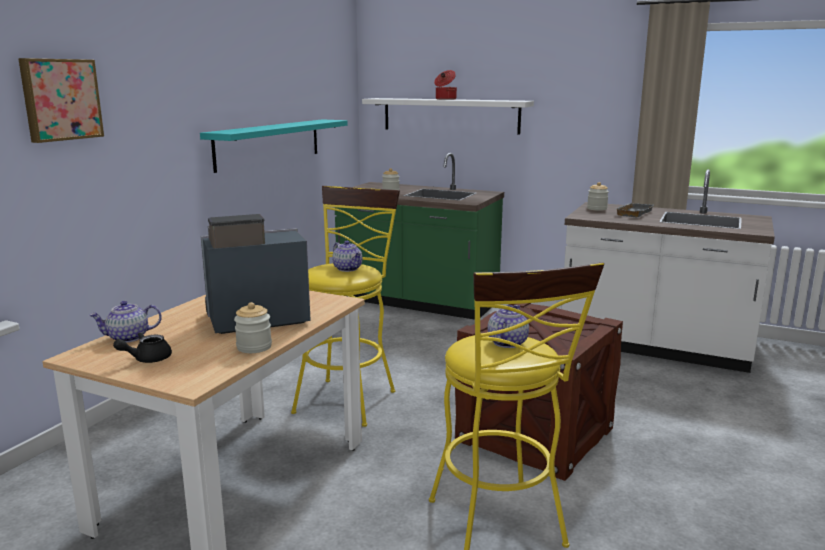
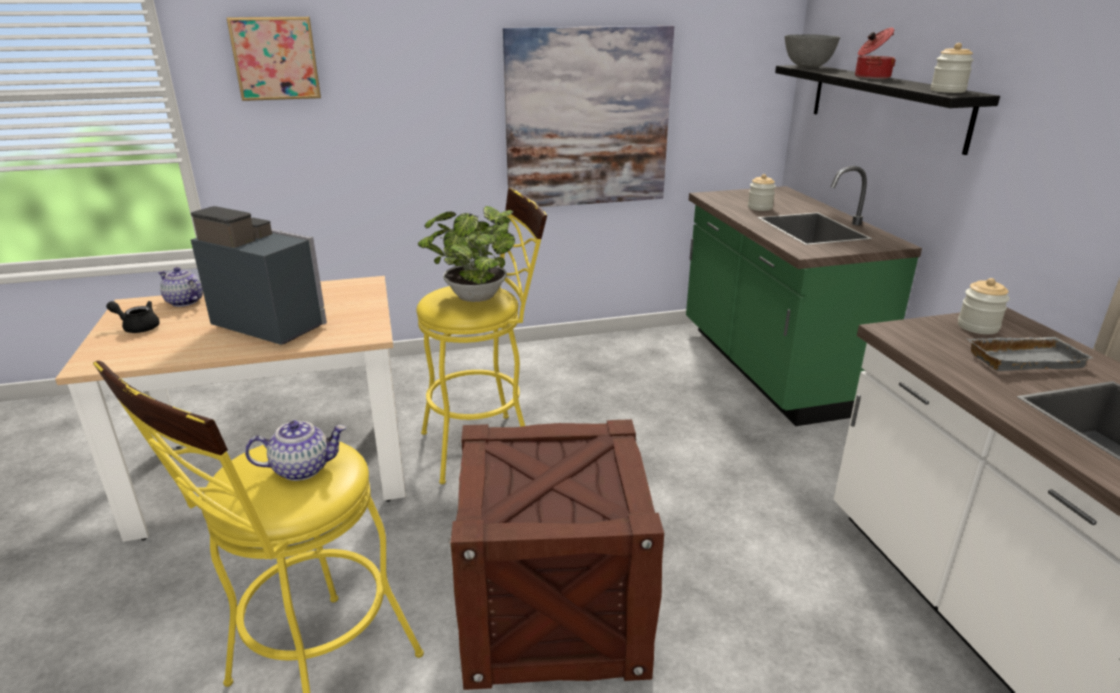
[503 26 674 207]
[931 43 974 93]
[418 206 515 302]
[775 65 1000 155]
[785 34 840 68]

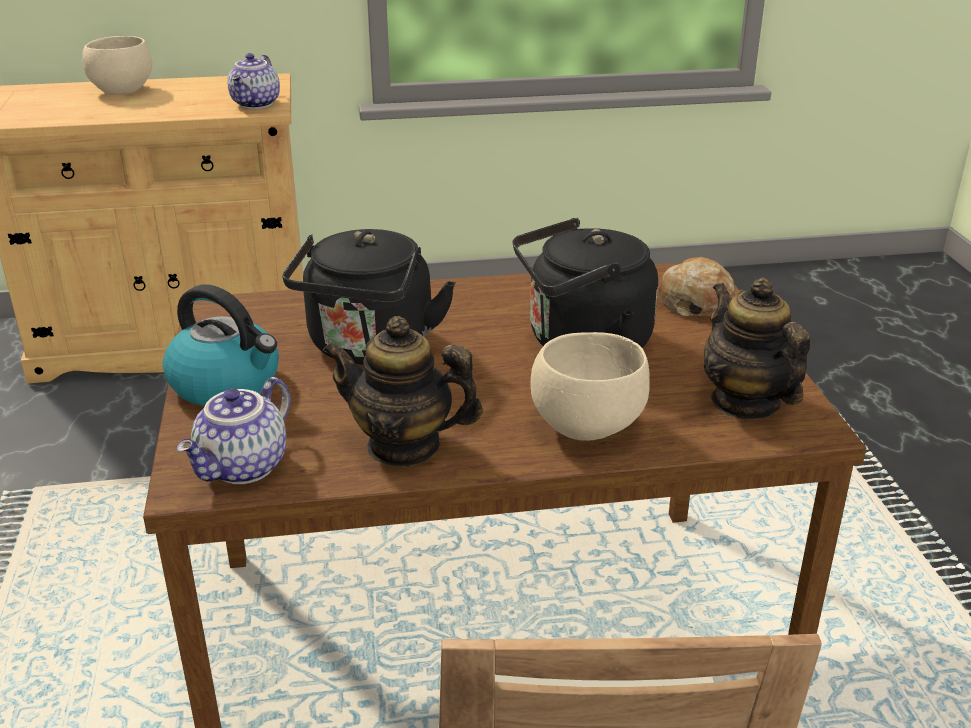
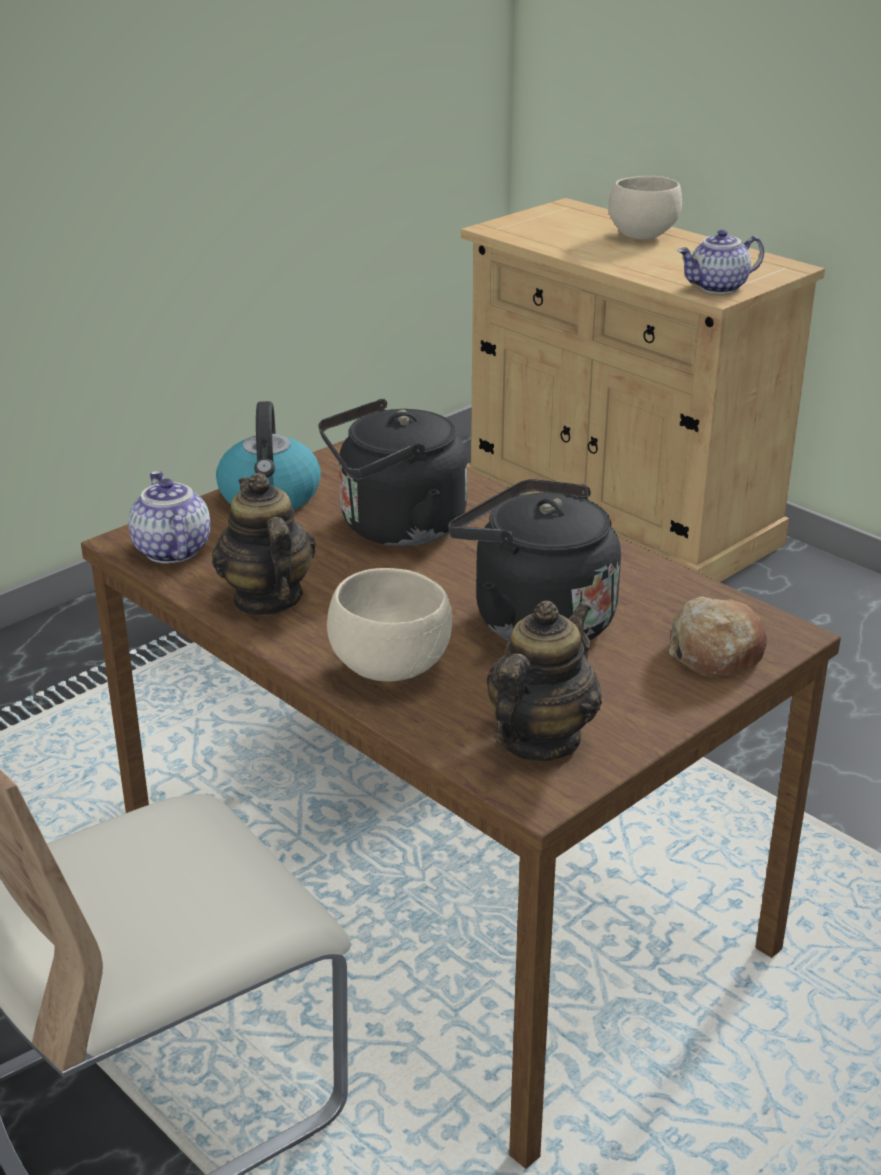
[128 471 211 564]

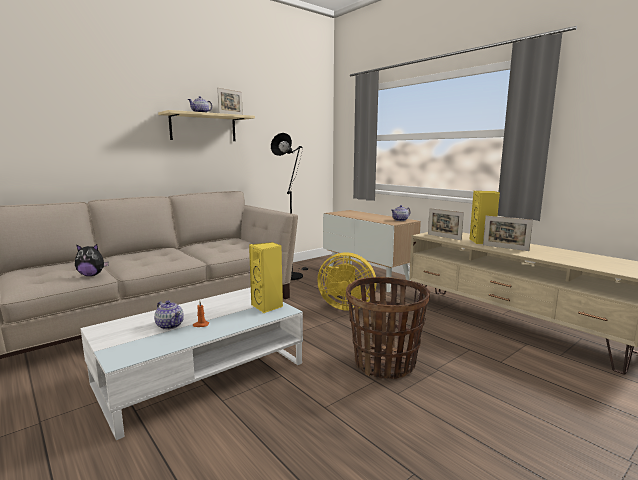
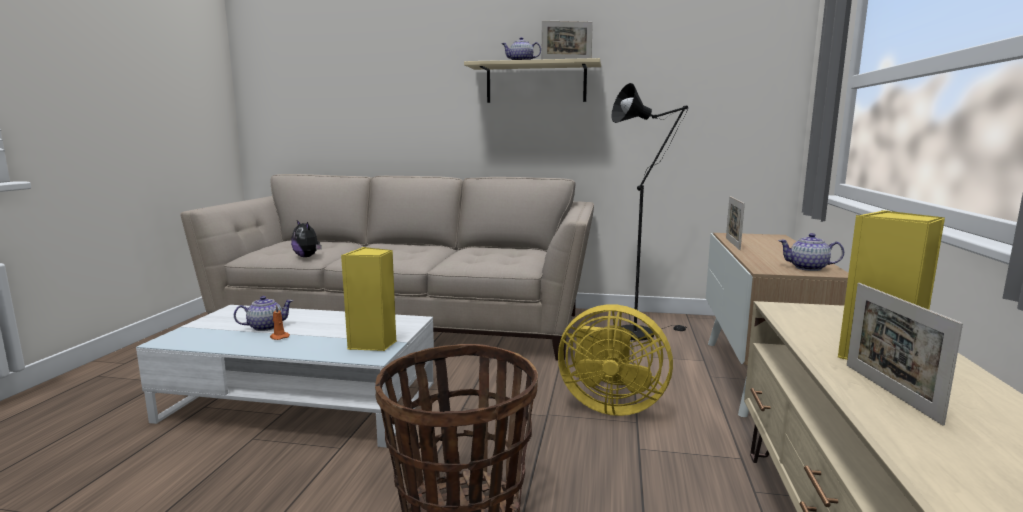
[234 296 293 331]
[558 304 673 416]
[726 196 745 250]

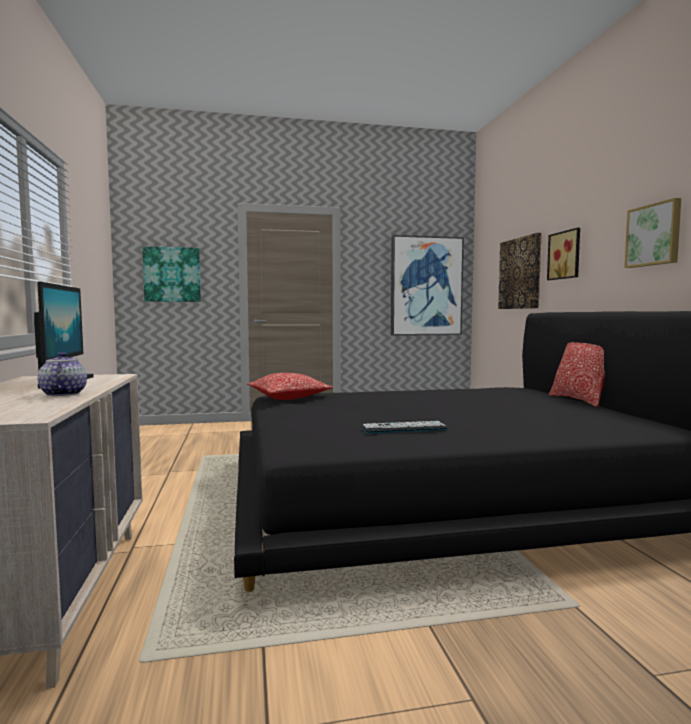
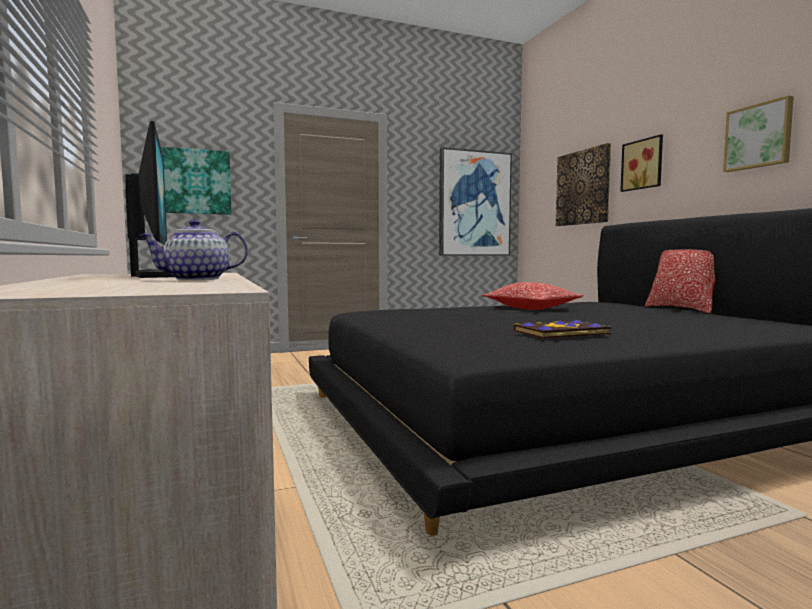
[139 219 248 280]
[482 282 584 310]
[513 320 611 339]

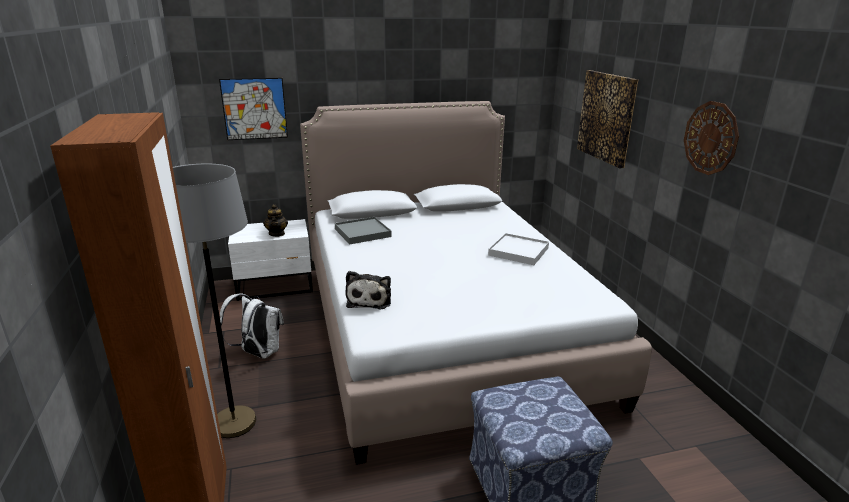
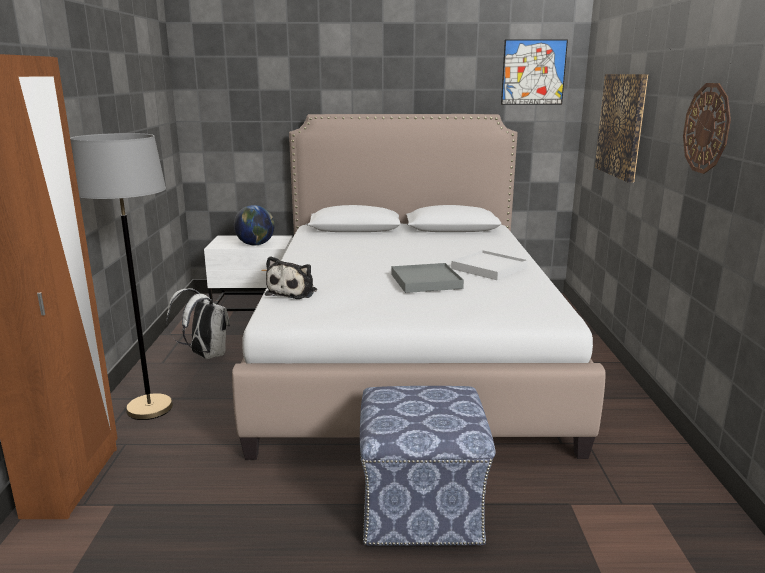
[501 39 568 105]
[234 205 275 245]
[391 263 464 293]

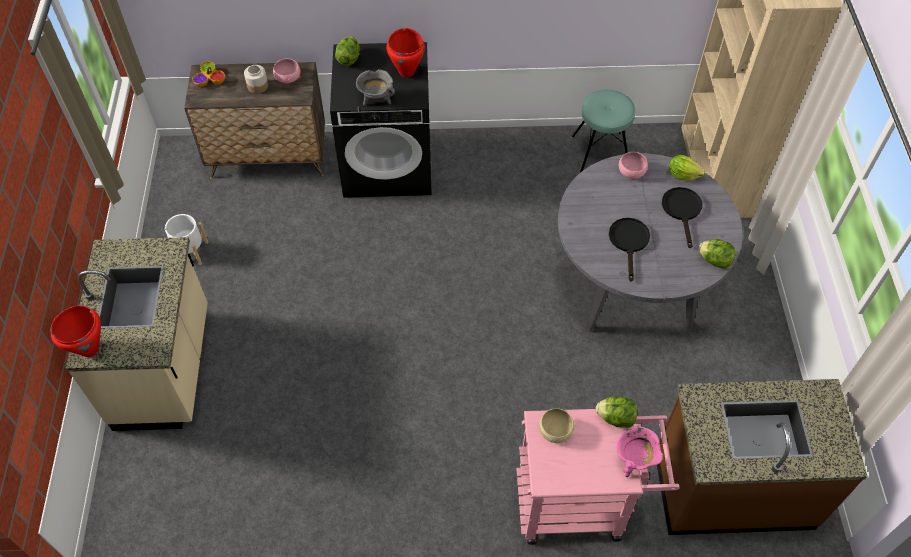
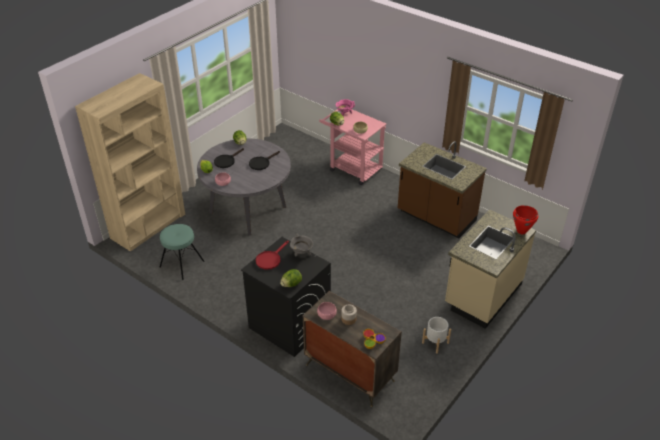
[256 241 289 270]
[398 141 487 238]

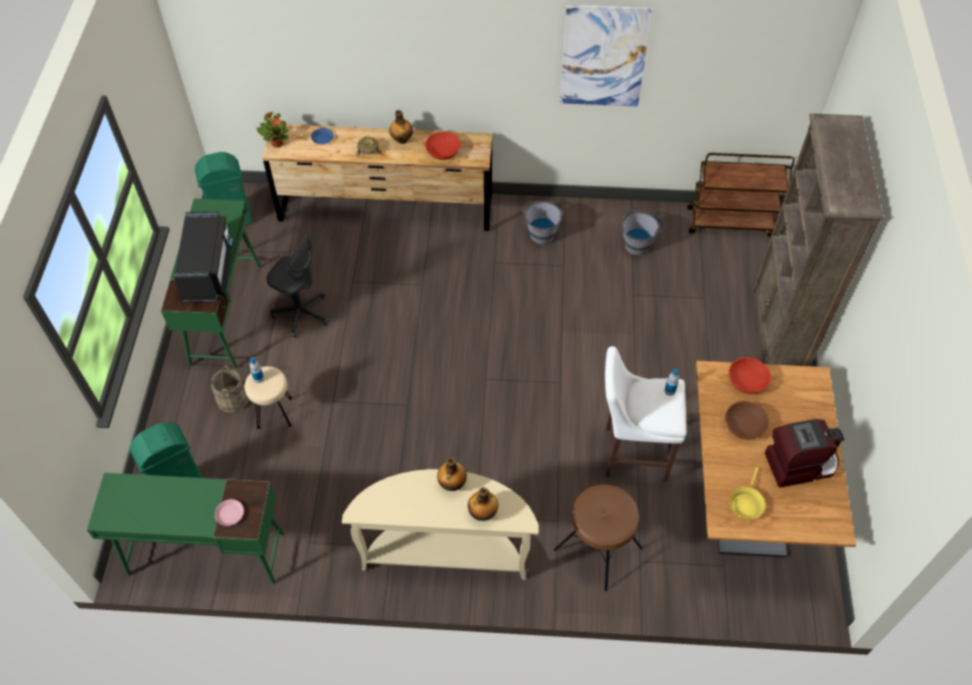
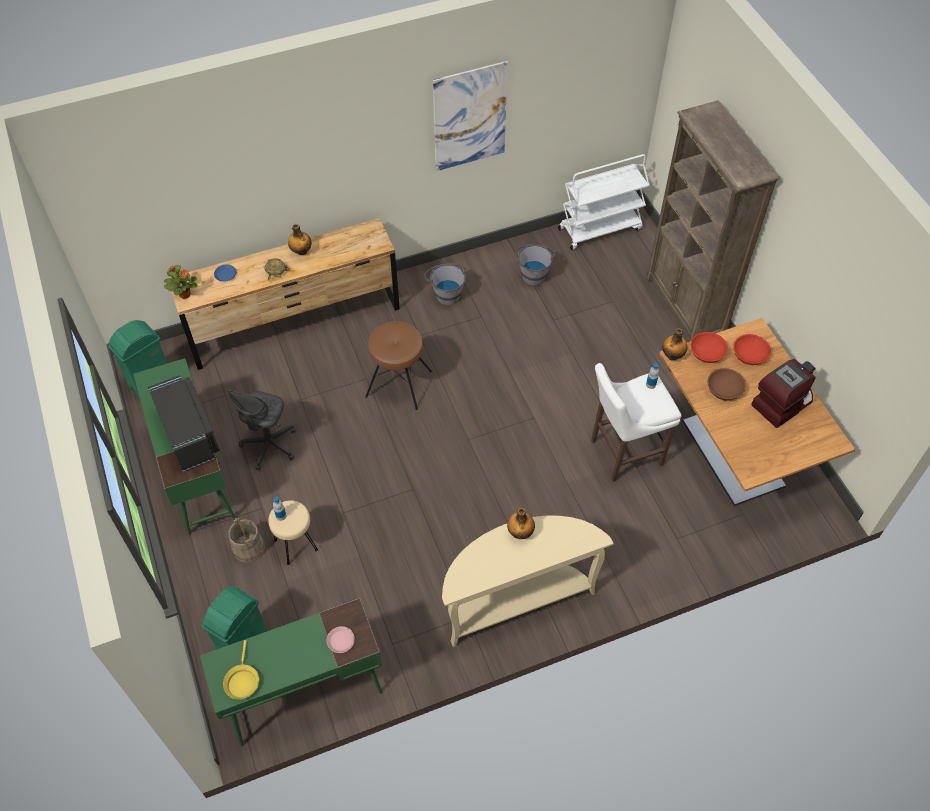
[227 389 296 471]
[733 334 771 365]
[662 328 688 361]
[365 321 432 410]
[558 154 650 250]
[223 640 259 699]

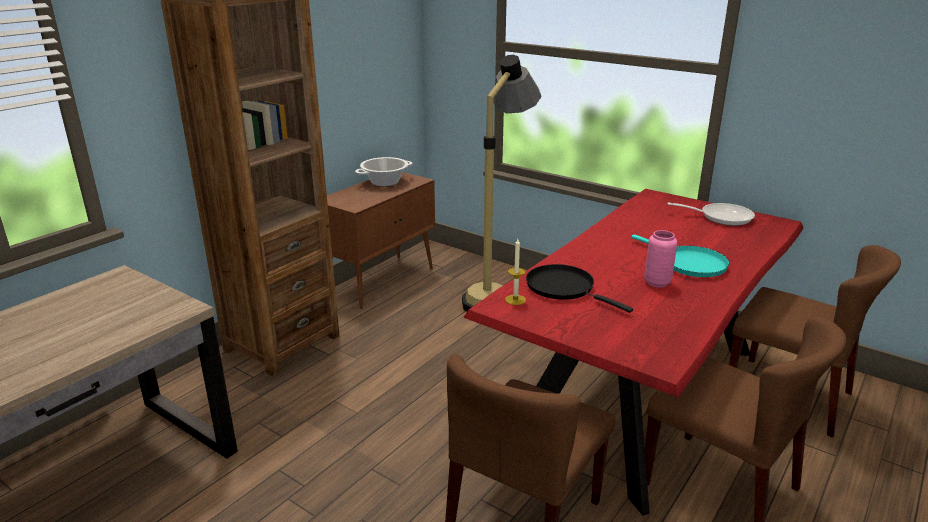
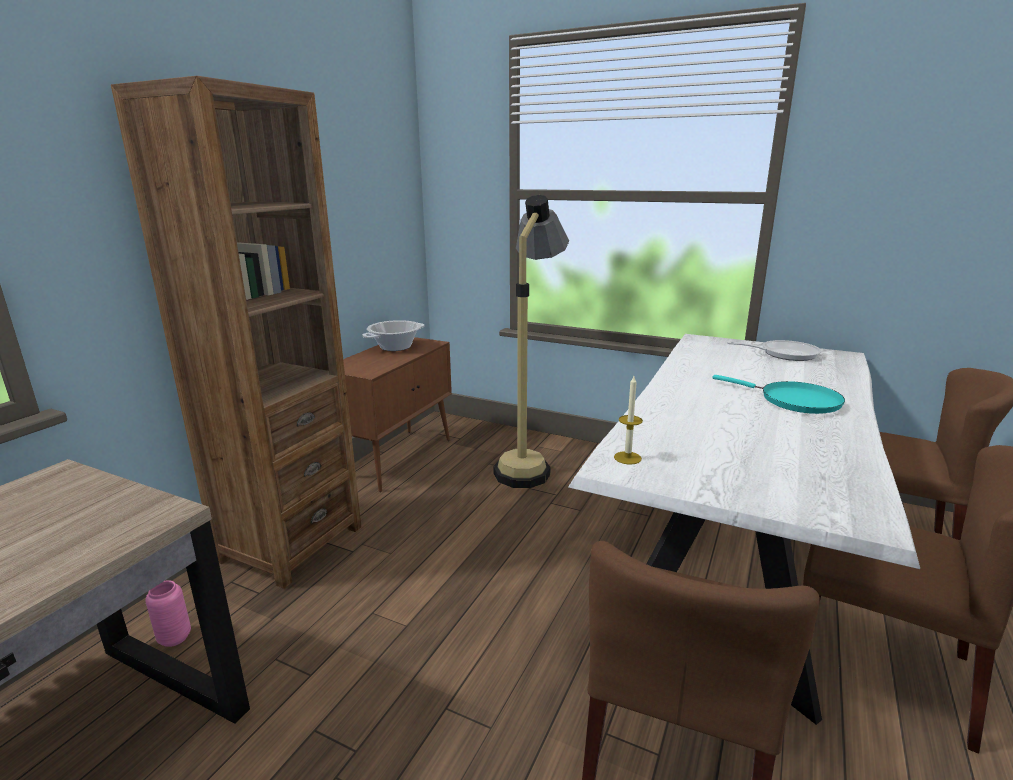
[568 334 920 725]
[526 264 633 313] (first image)
[145 580 191 647]

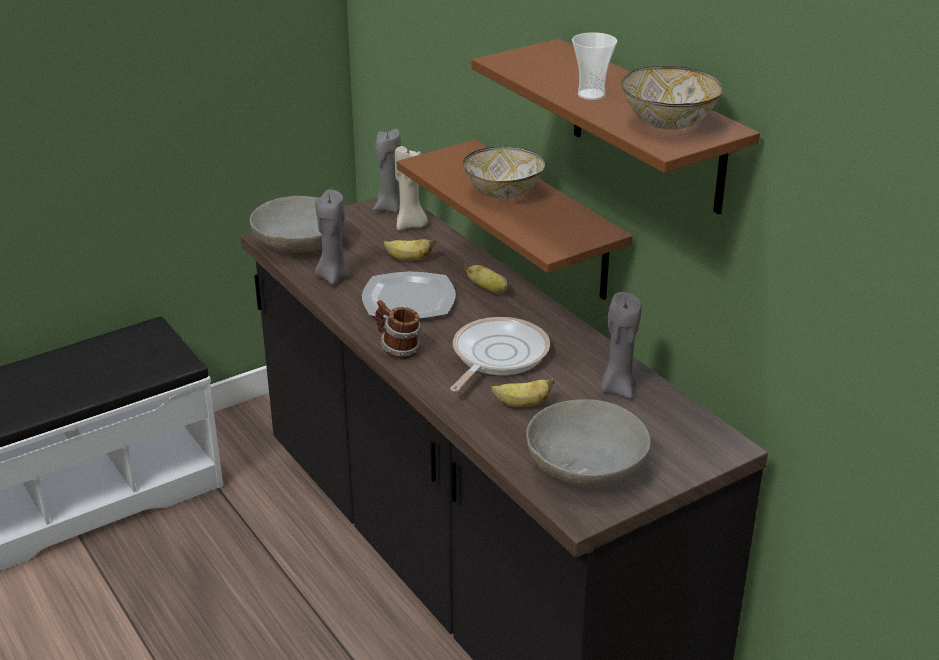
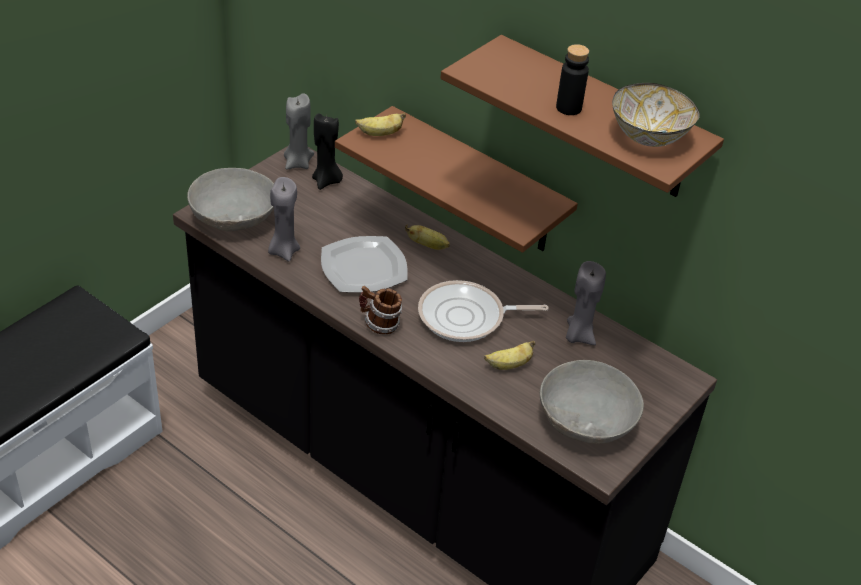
[355 113 406 136]
[312 113 343 190]
[418 280 549 342]
[462 147 545 199] (first image)
[556 44 589 115]

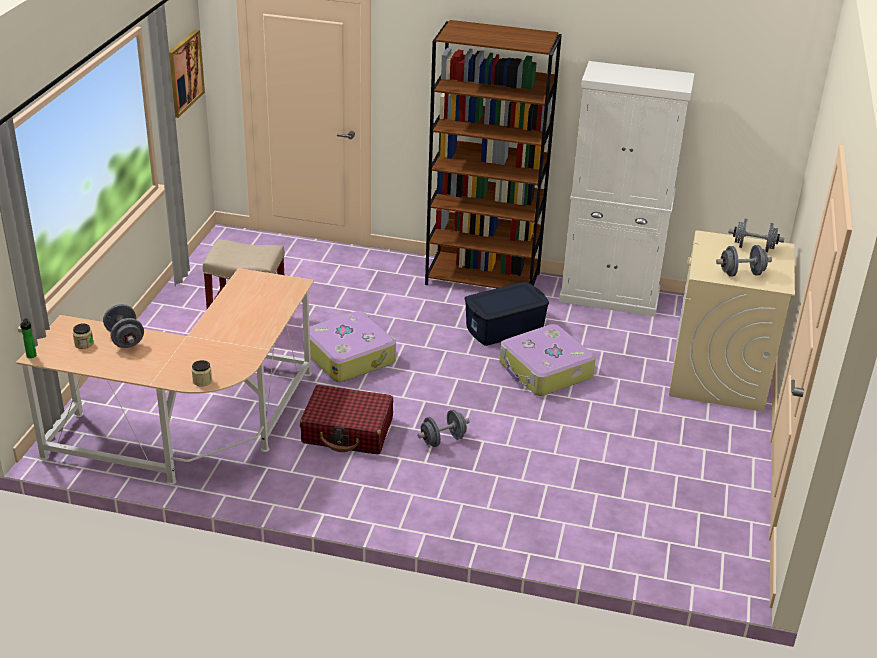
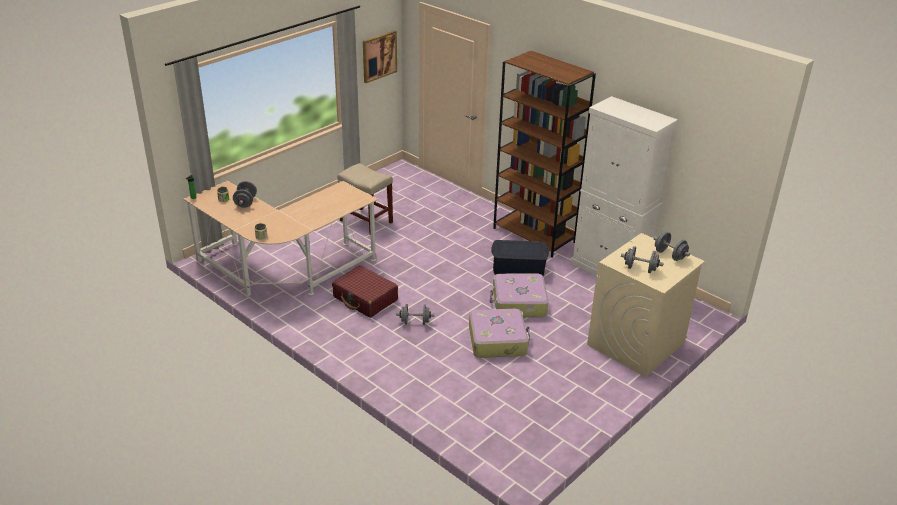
[469 309 530 358]

